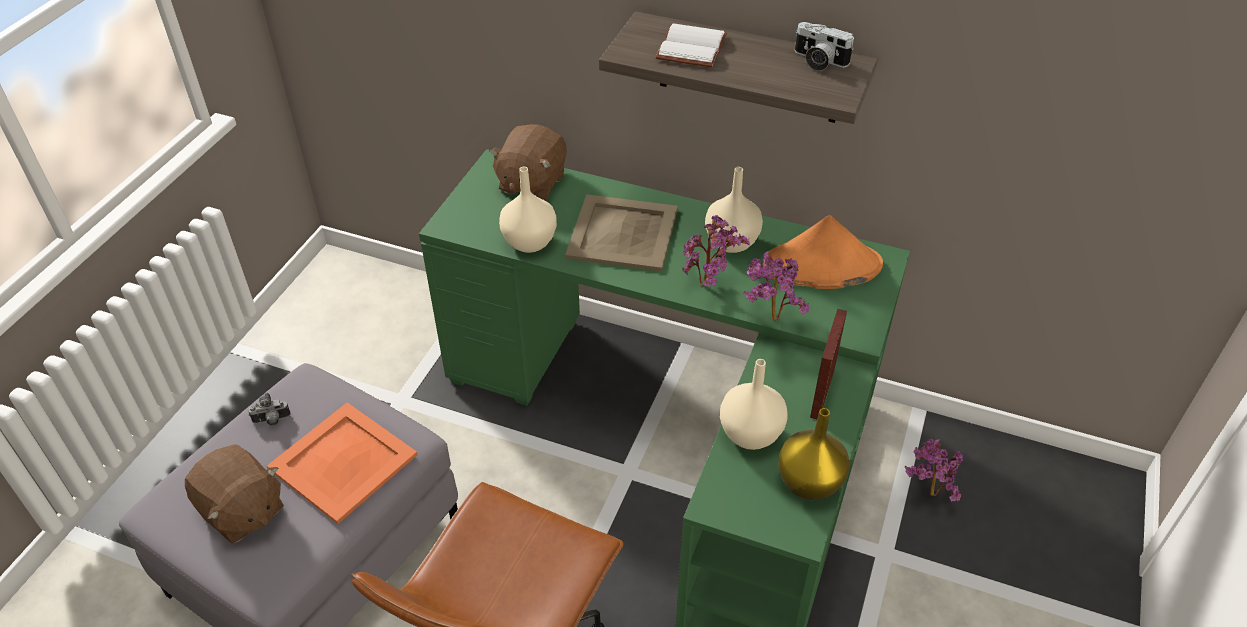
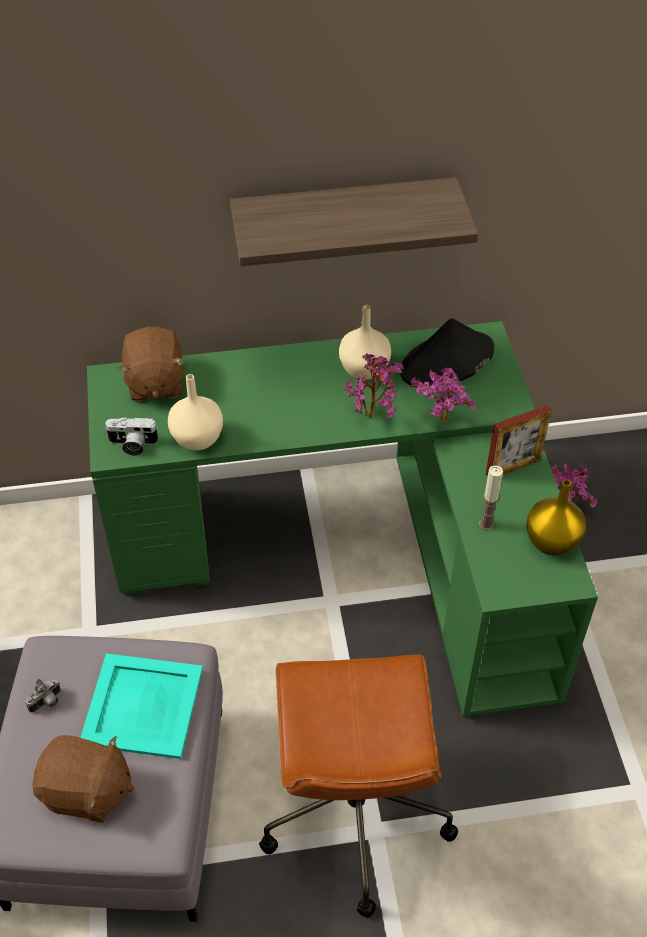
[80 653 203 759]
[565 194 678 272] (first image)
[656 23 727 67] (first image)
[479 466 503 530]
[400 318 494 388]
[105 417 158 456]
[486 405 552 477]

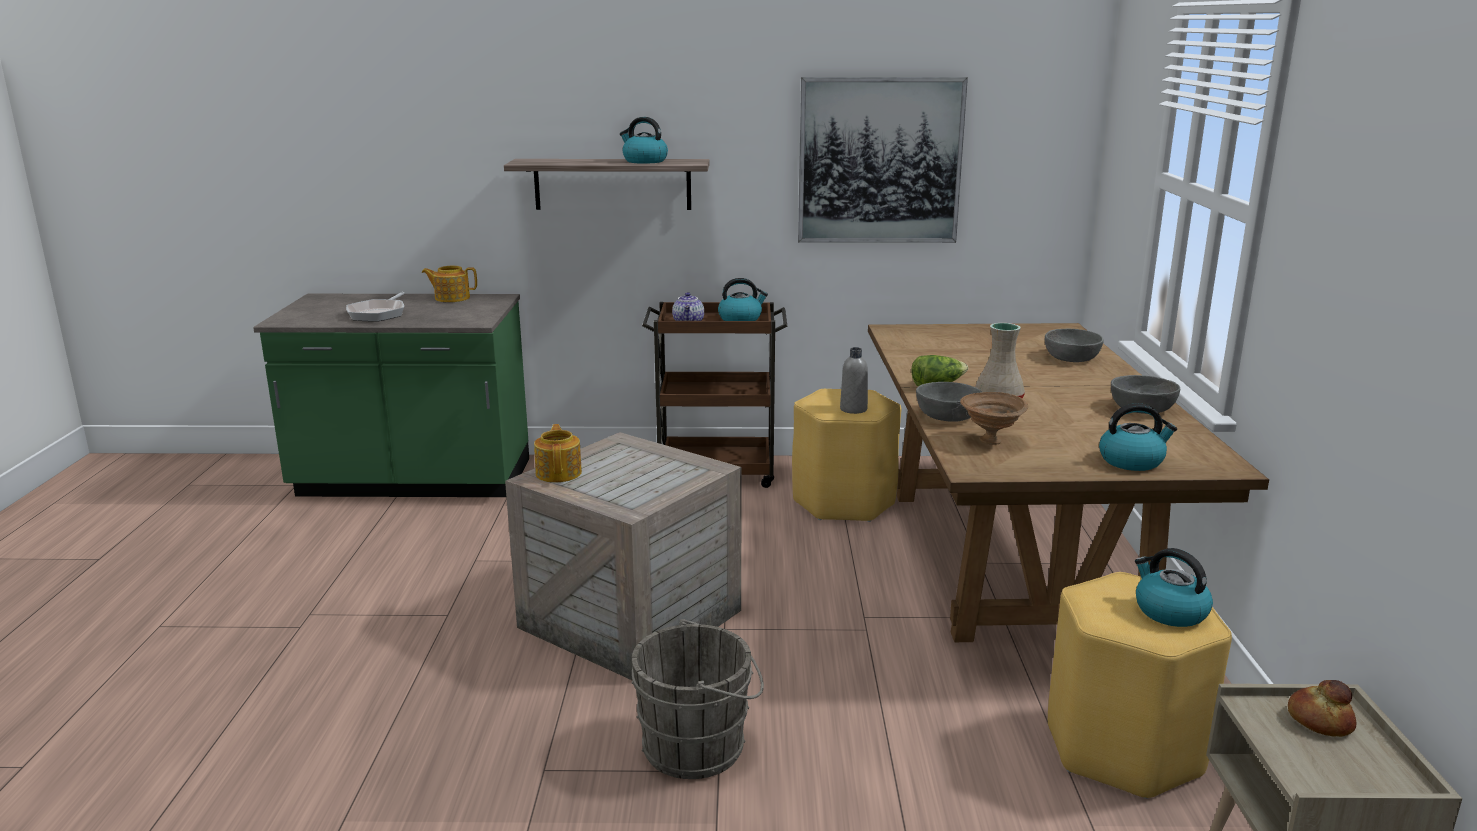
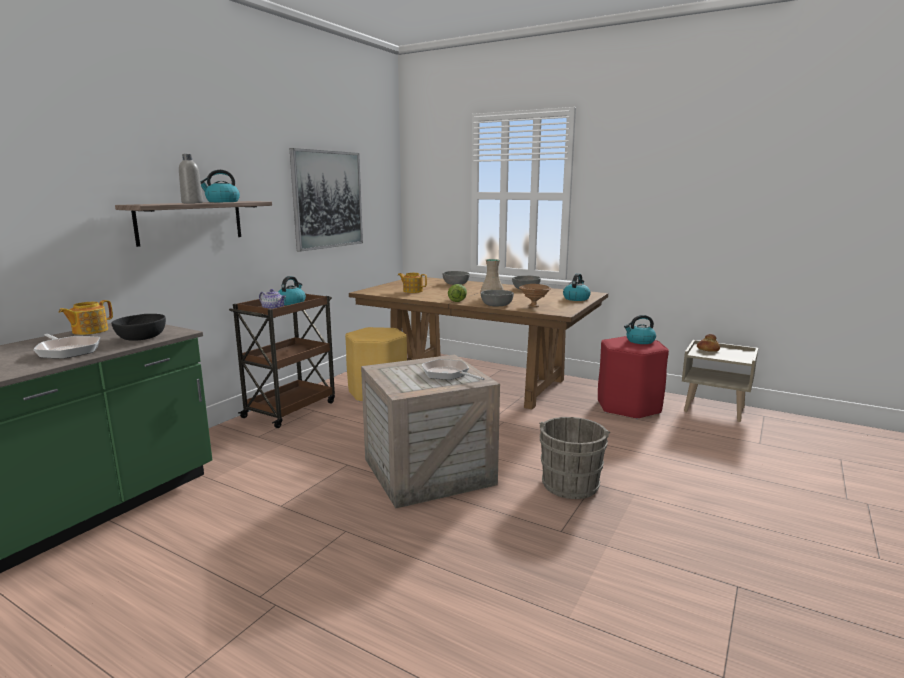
[398 273 427 293]
[179 154 203 203]
[598 336 669 419]
[111 314 166 341]
[422 359 484 380]

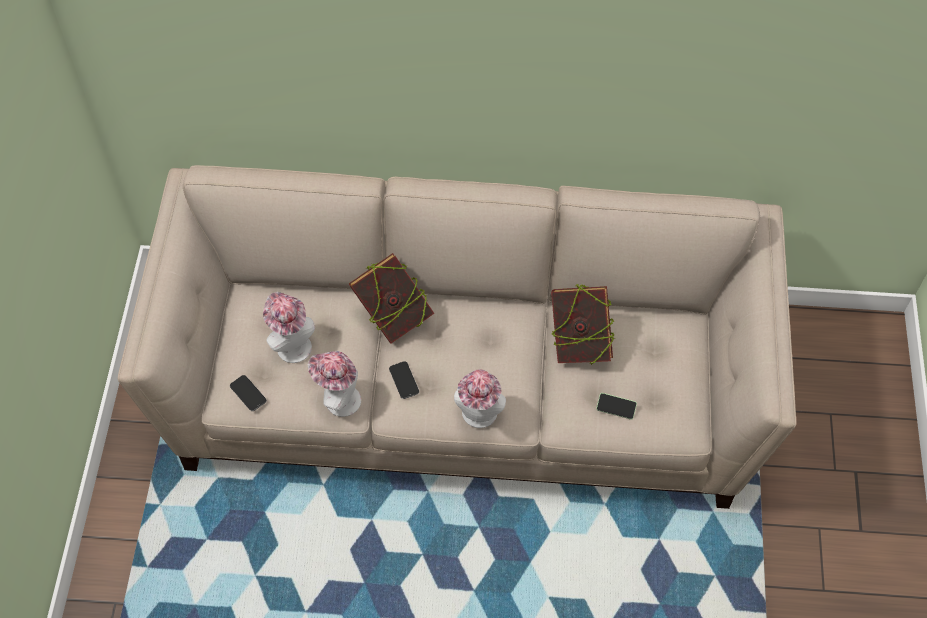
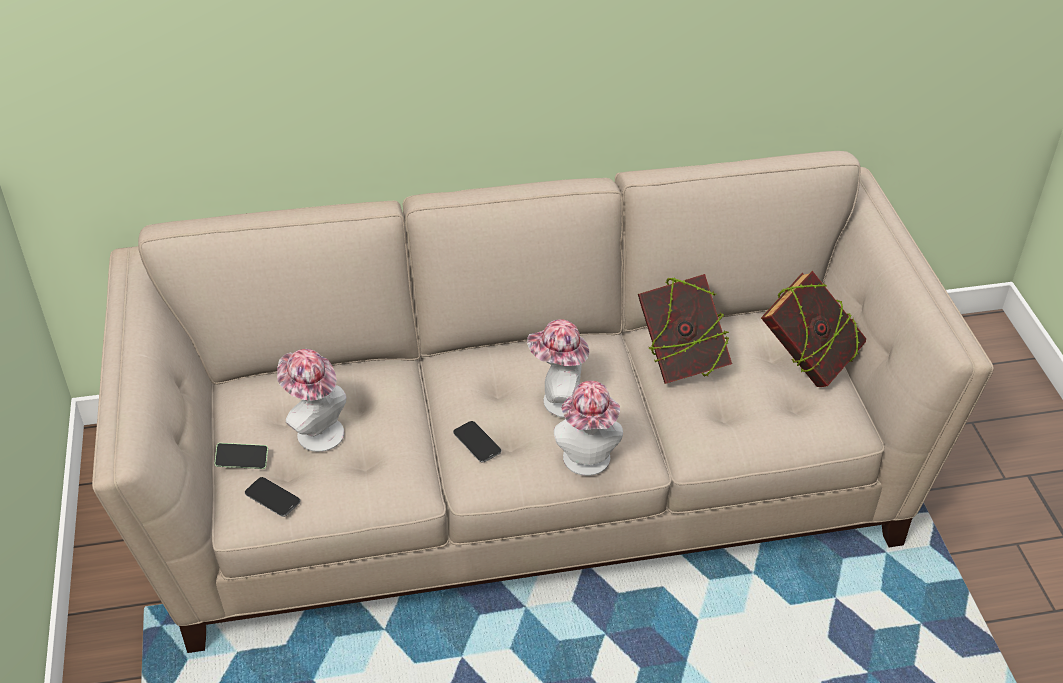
[527 319 589 418]
[761 271 866 387]
[214 443 268 469]

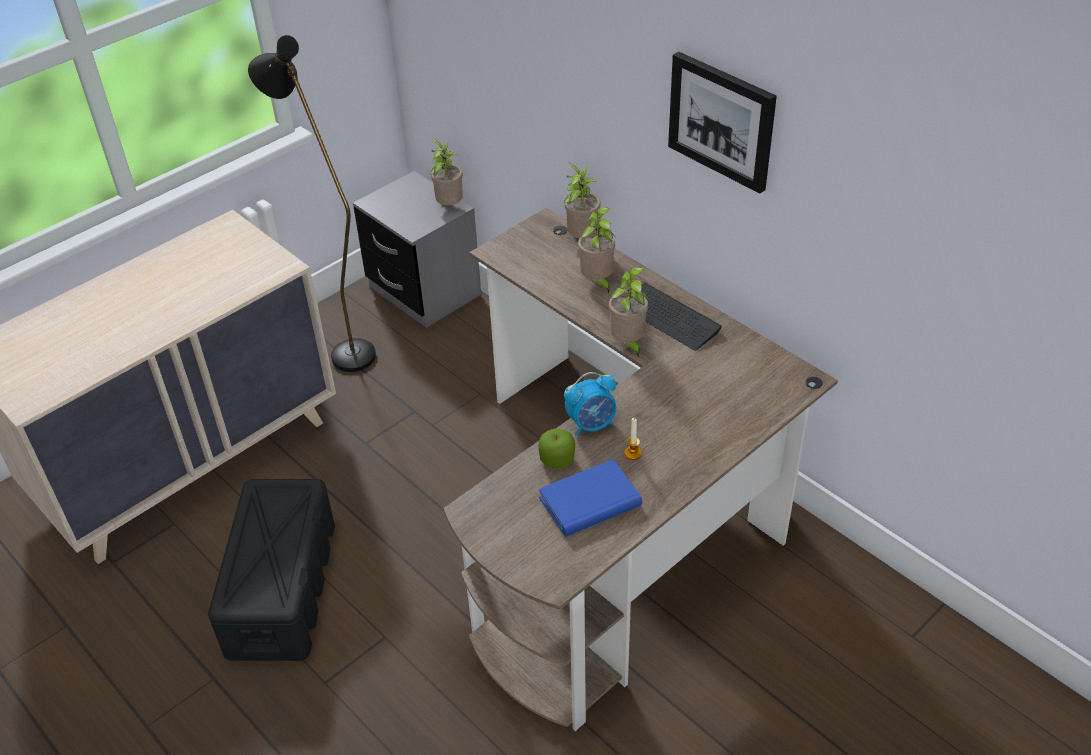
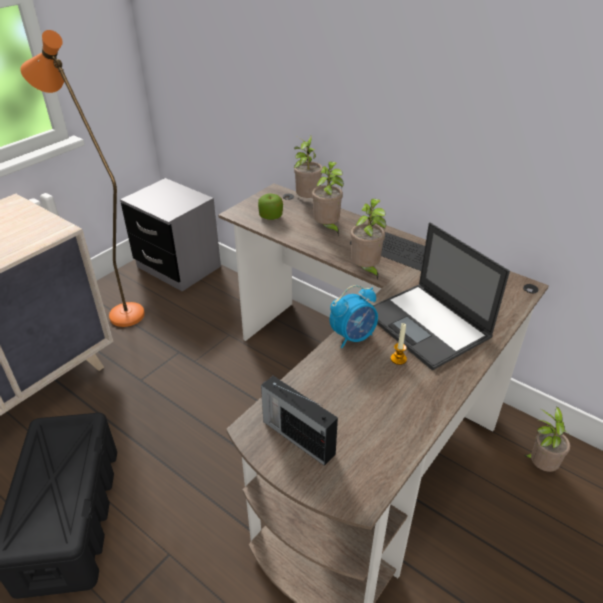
[20 30 145 327]
[524 407 571 472]
[258 194 283 220]
[539 459 642 537] (first image)
[668 52 777 194] (first image)
[261 376 338 466]
[373 222 510 371]

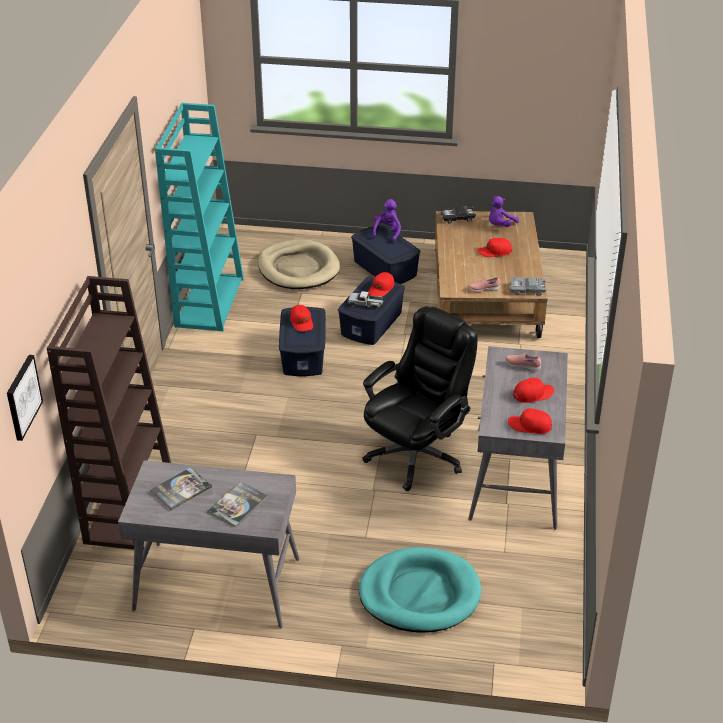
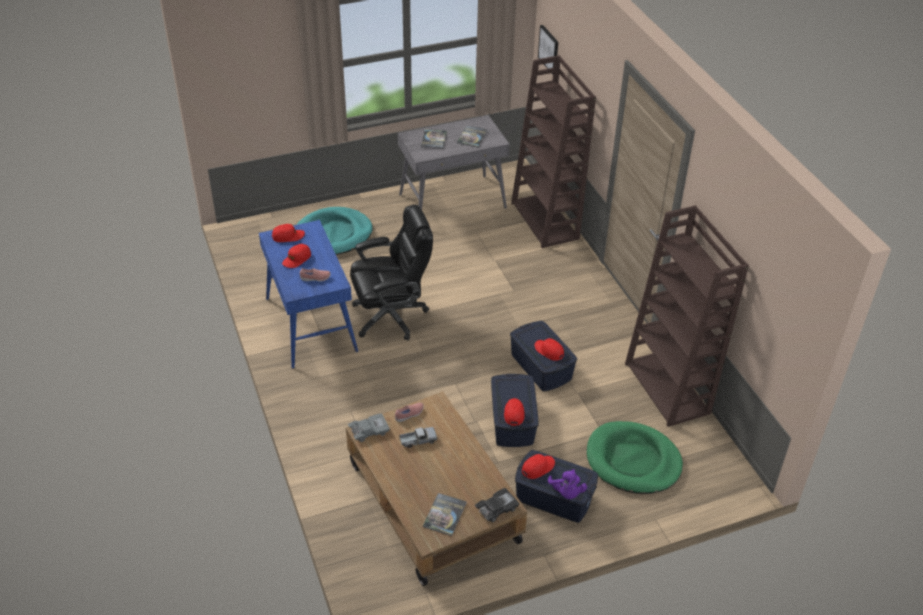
[625 205 749 427]
[587 421 683 494]
[400 427 437 448]
[350 205 433 341]
[259 220 358 368]
[522 454 555 479]
[423 493 467 536]

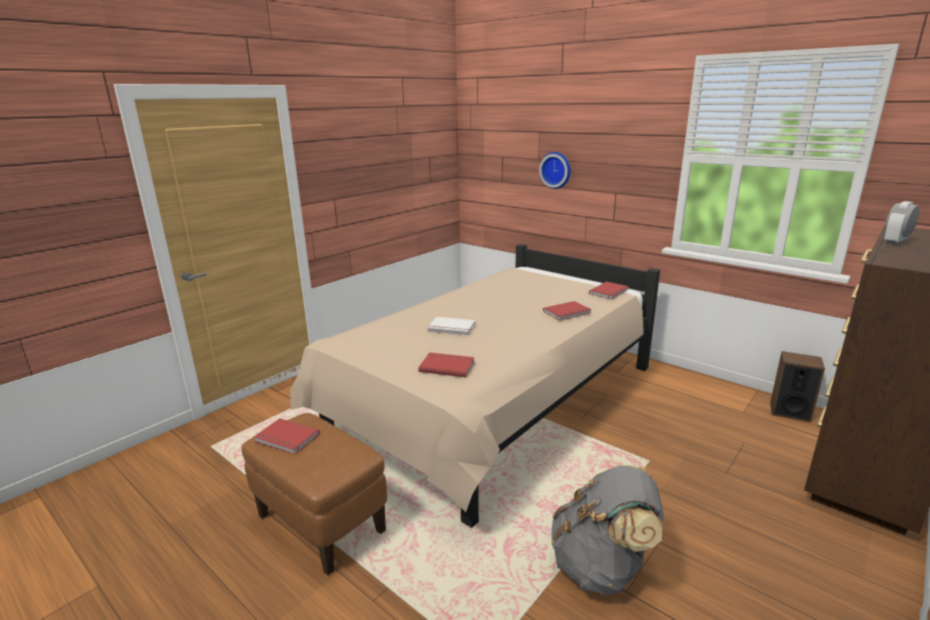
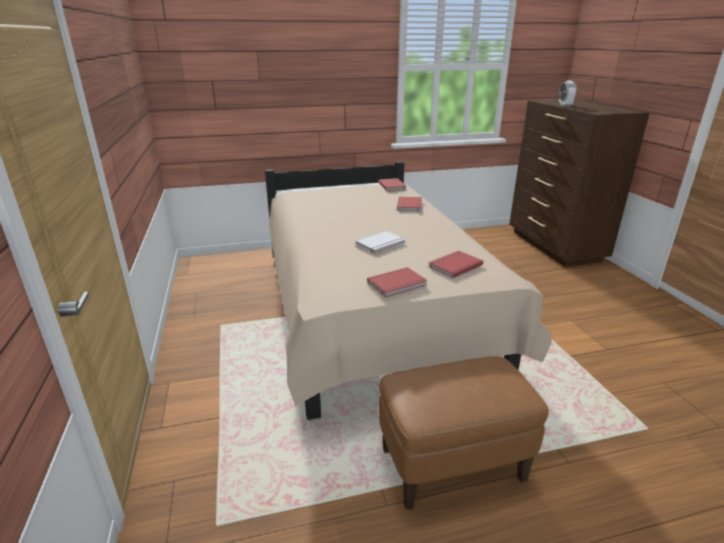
[367 267 428 297]
[539 152 571 189] (first image)
[551 464 664 594] (first image)
[770 351 825 423] (first image)

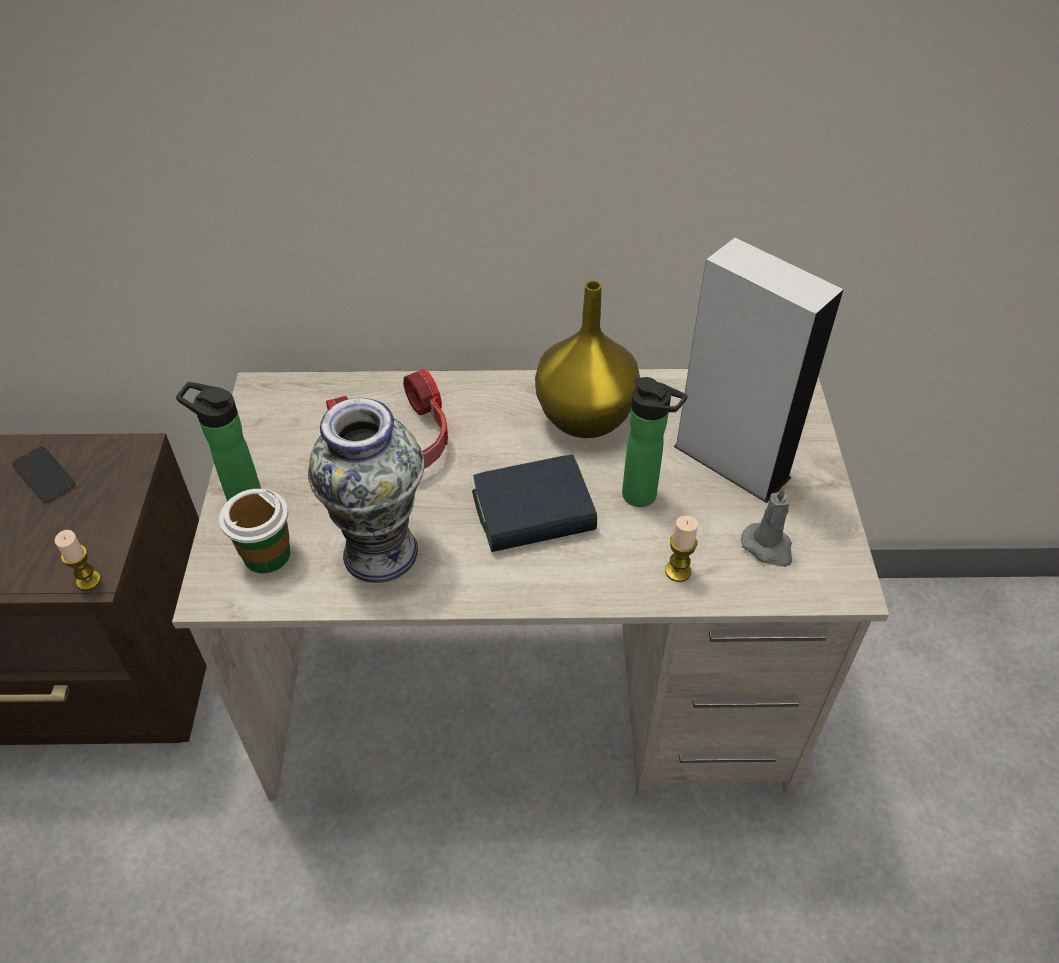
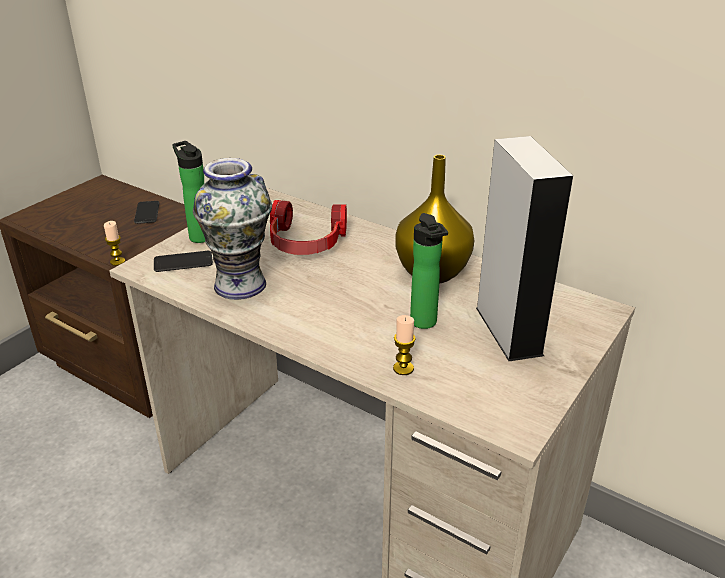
[154 251 213 272]
[472 454 597 552] (first image)
[741 485 792 567] (first image)

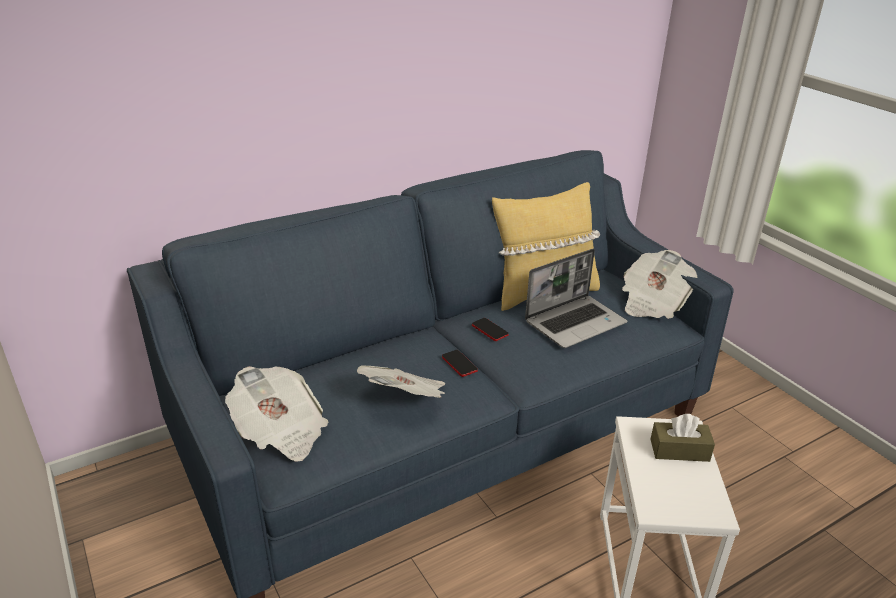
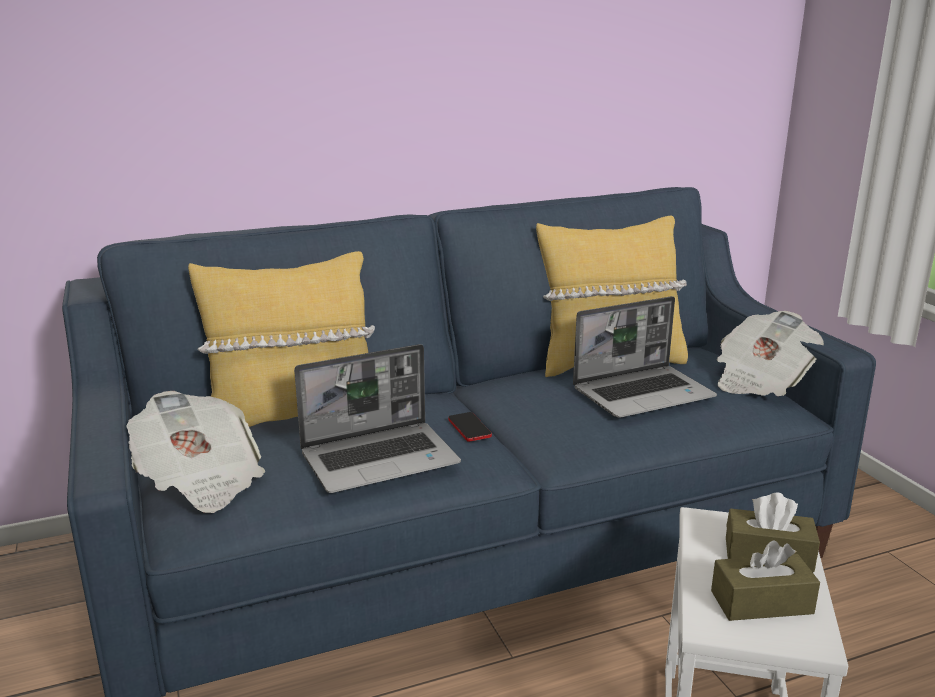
[294 344 461 493]
[472 318 509 341] (first image)
[188 251 375 427]
[711 540 820 621]

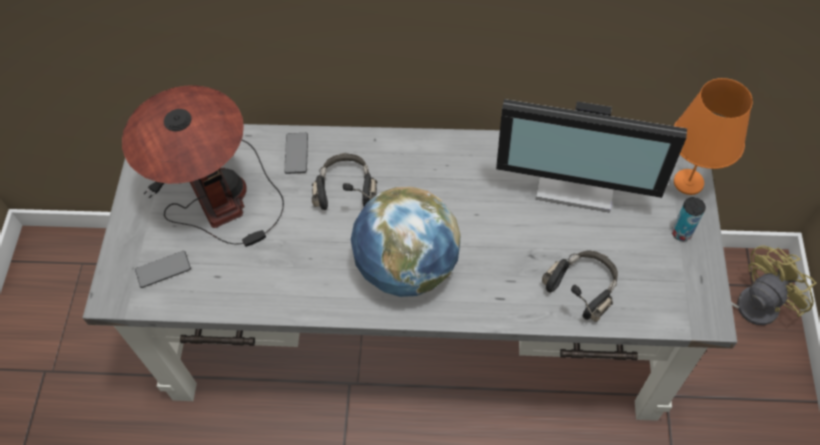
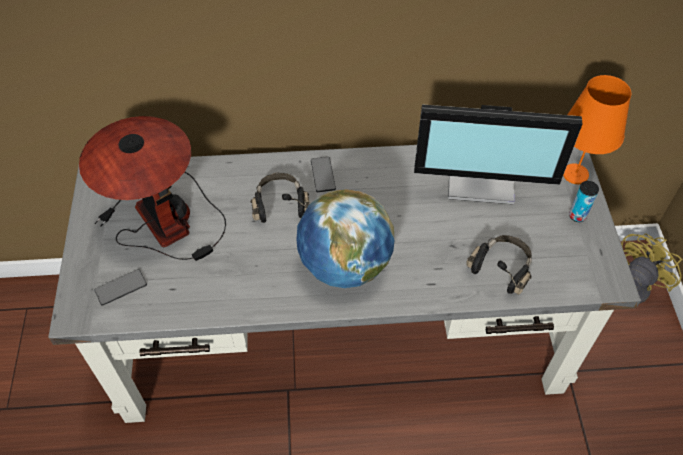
[311 157 336 192]

